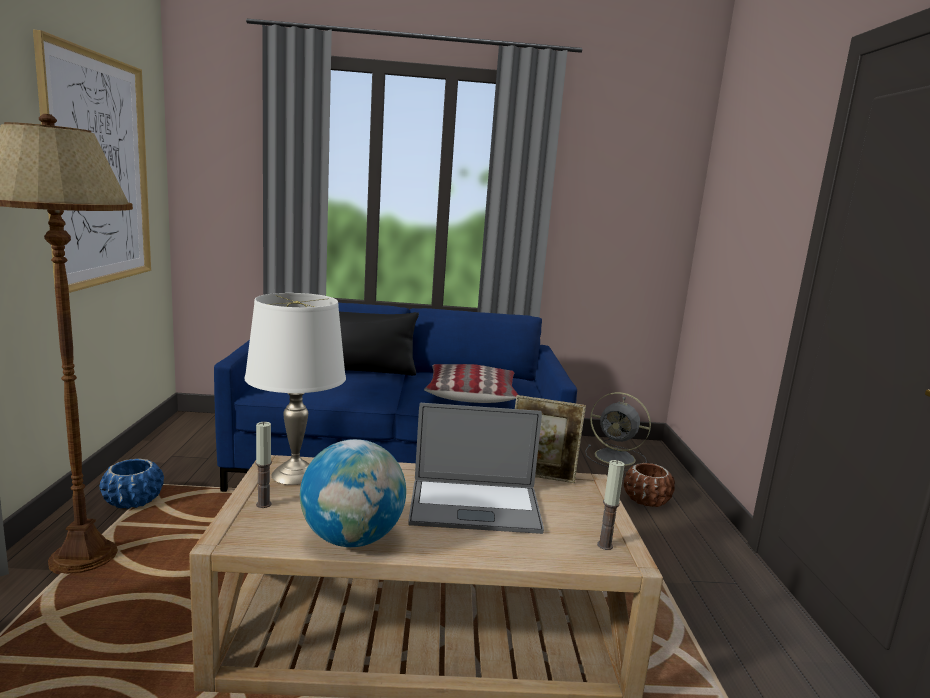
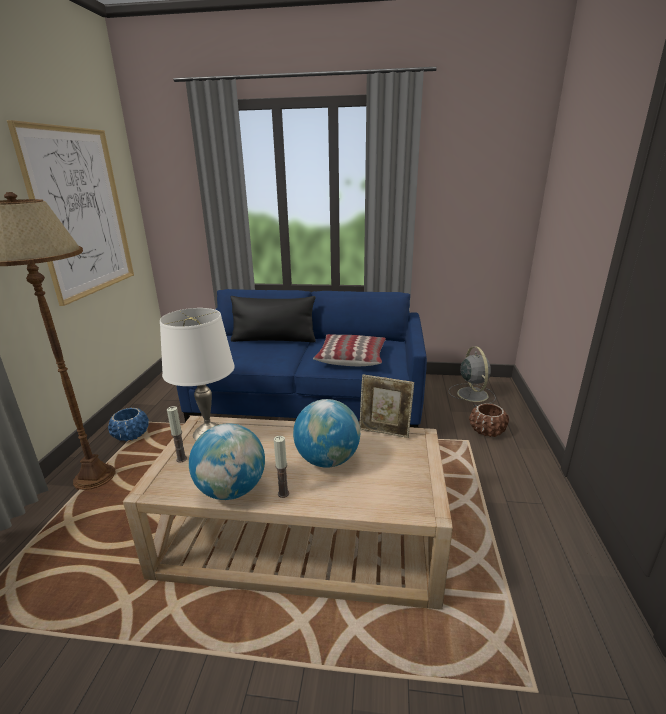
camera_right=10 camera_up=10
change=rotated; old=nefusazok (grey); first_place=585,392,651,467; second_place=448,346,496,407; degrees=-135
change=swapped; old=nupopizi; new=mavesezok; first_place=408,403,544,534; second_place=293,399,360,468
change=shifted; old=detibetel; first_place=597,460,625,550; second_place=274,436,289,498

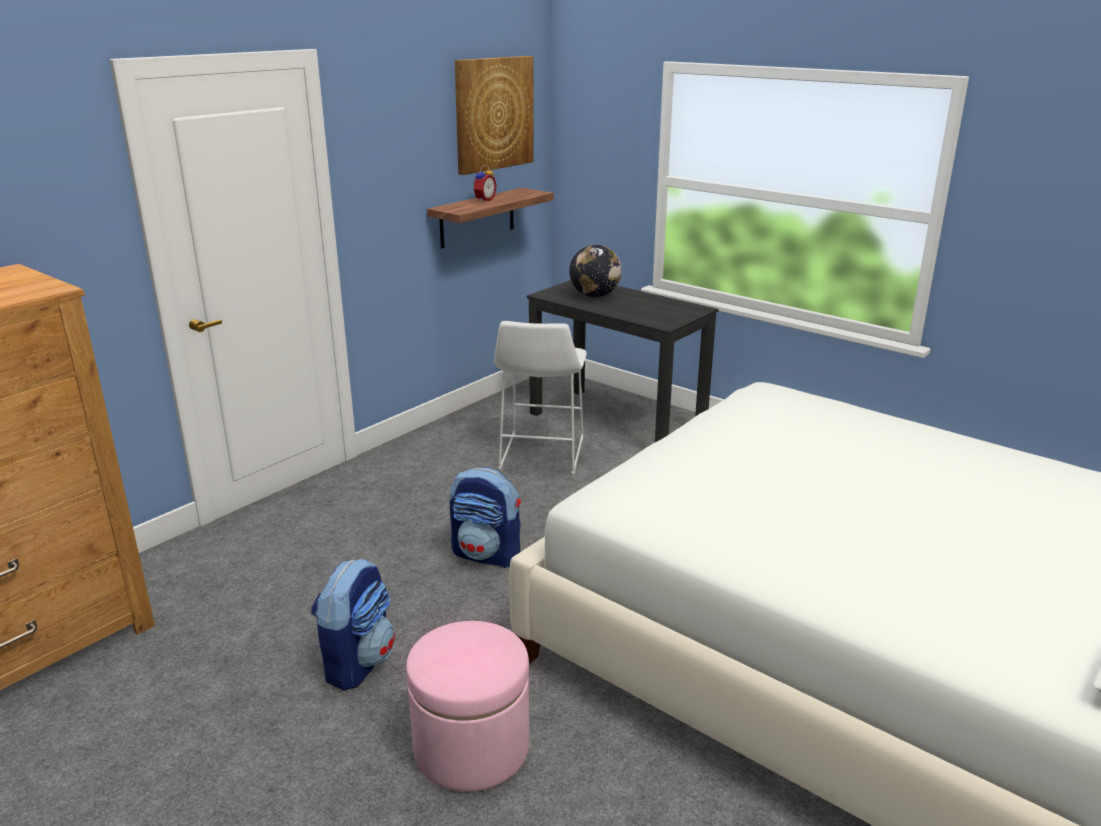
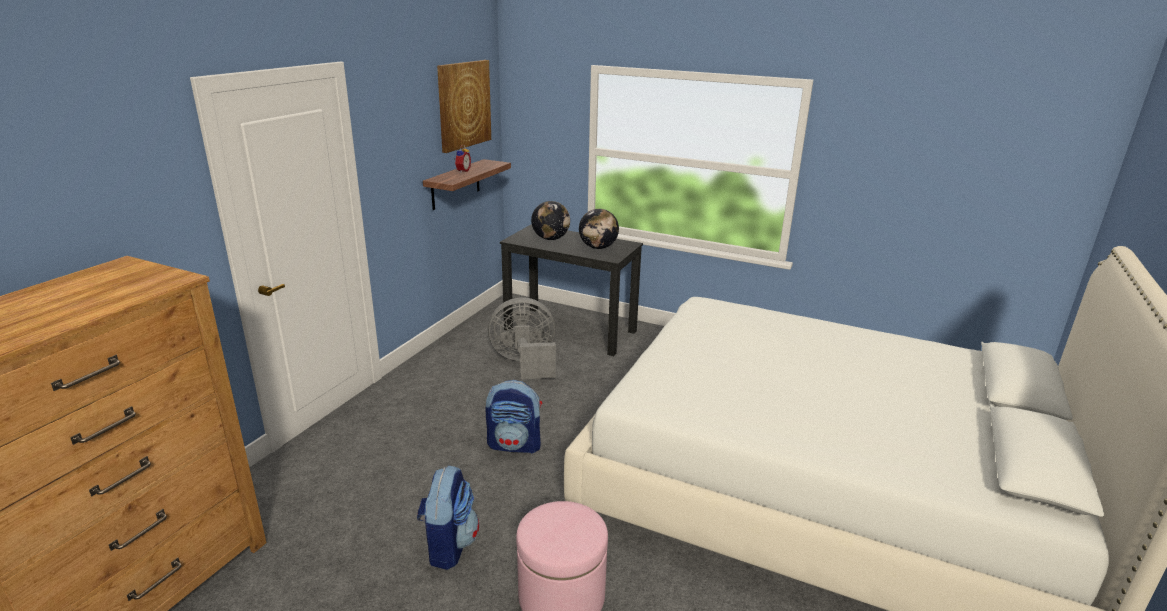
camera_right=-15 camera_up=0
change=swapped; old=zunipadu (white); new=nefusazok (grey); first_place=494,321,587,476; second_place=488,297,556,379
change=new; new=mavesezok; second_place=579,209,619,249

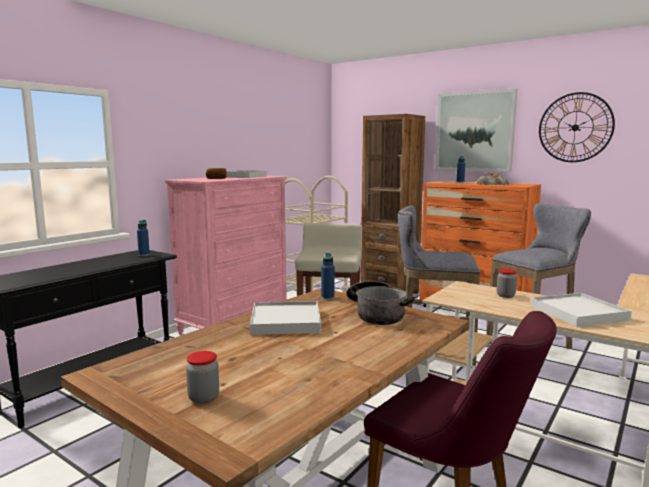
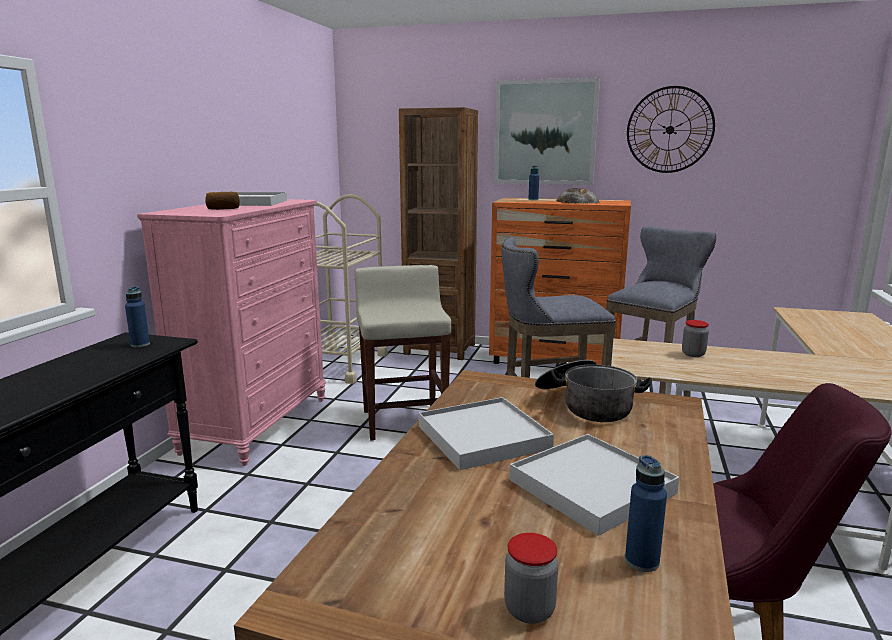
camera_right=-20 camera_up=5
change=shifted; old=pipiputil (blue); first_place=321,253,335,300; second_place=625,455,667,572
change=shifted; old=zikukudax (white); first_place=531,293,632,327; second_place=509,434,679,536

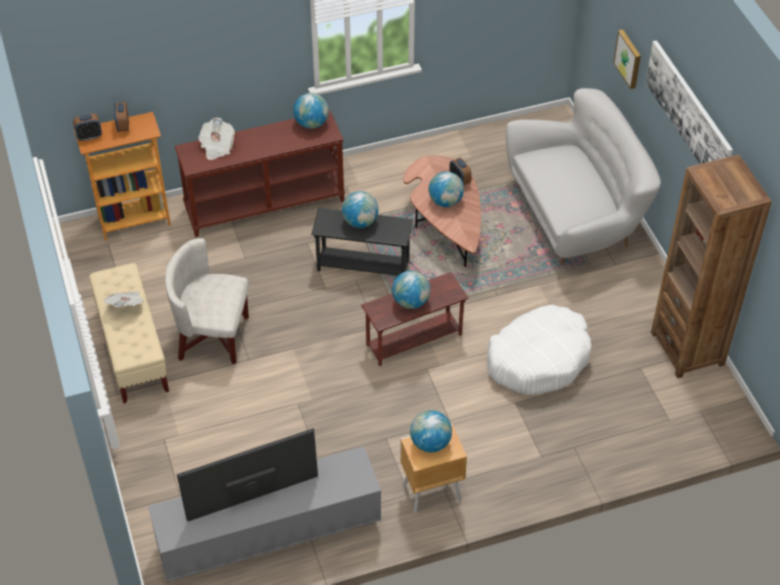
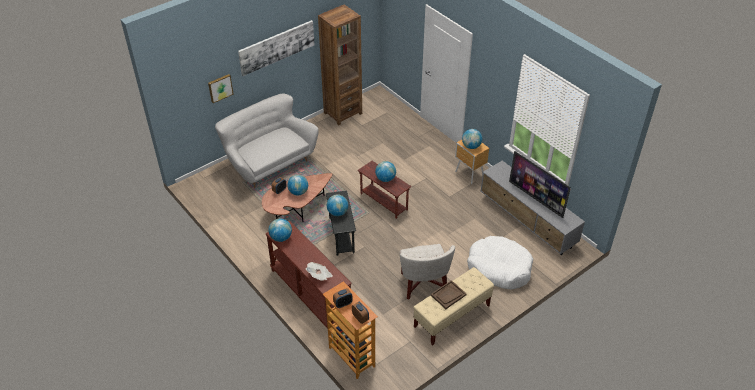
camera_right=-110 camera_up=-5
change=swapped; old=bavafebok; new=zikukudax (brown); first_place=104,291,144,307; second_place=431,280,467,309
change=shifted; old=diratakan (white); first_place=487,305,591,395; second_place=467,236,533,290

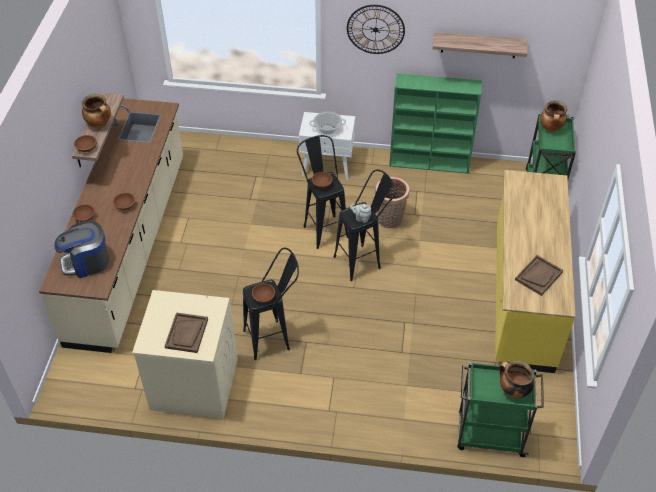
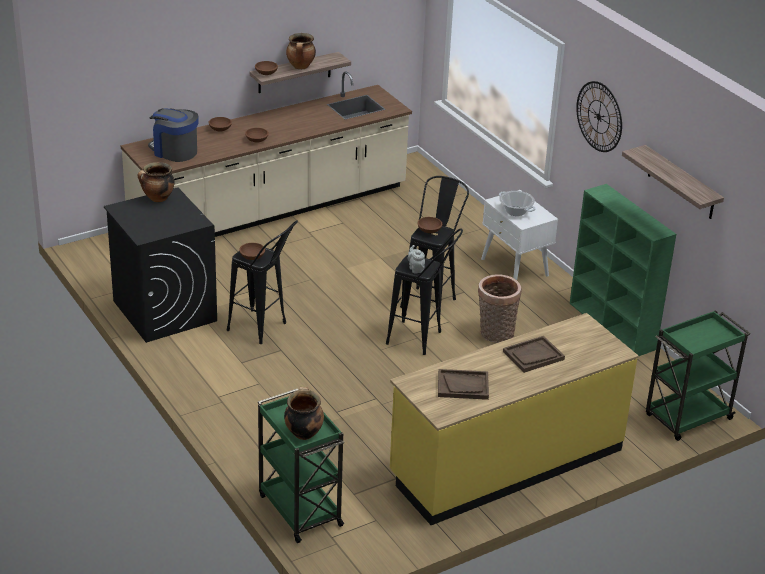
camera_right=50 camera_up=-15
change=shifted; old=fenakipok; first_place=540,101,567,132; second_place=138,162,175,202
change=repainted; old=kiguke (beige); new=kiguke (black); first_place=132,290,238,419; second_place=104,187,217,343
change=shifted; old=zikukudax (brown); first_place=165,312,208,353; second_place=503,336,565,373

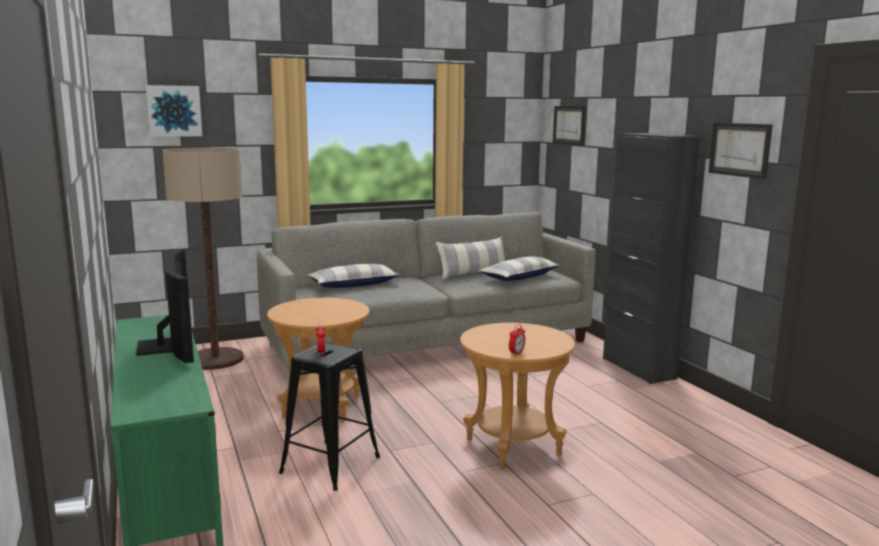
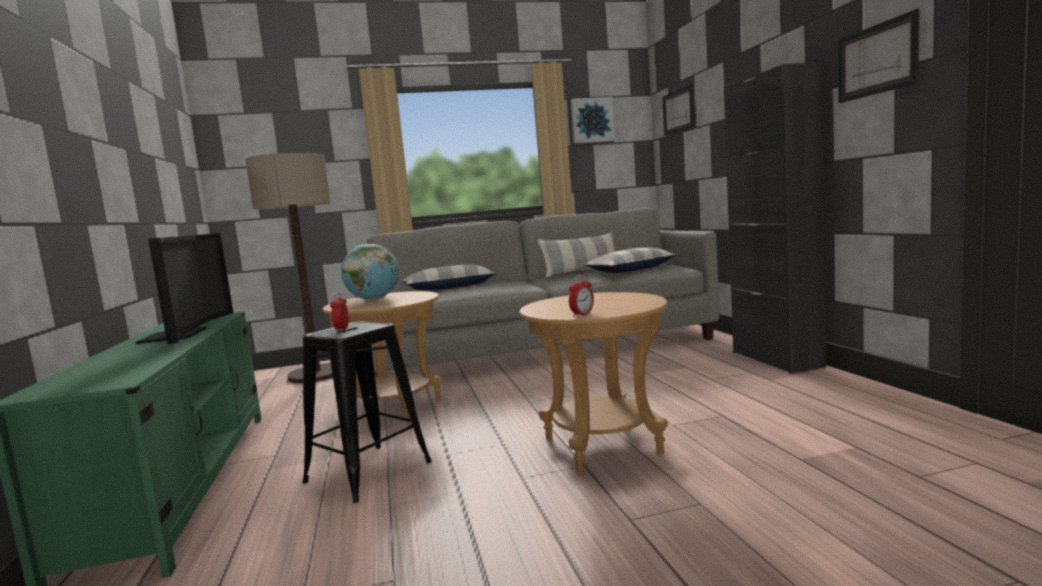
camera_right=10 camera_up=-5
change=shifted; old=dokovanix; first_place=146,85,202,137; second_place=570,97,615,144
change=new; new=mavesezok; second_place=341,244,399,300

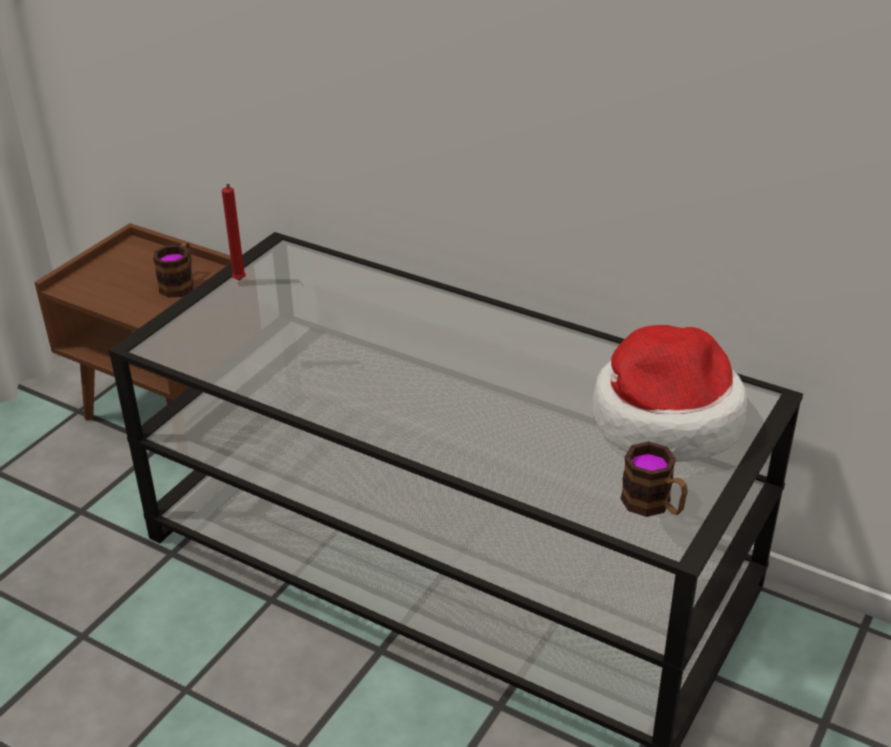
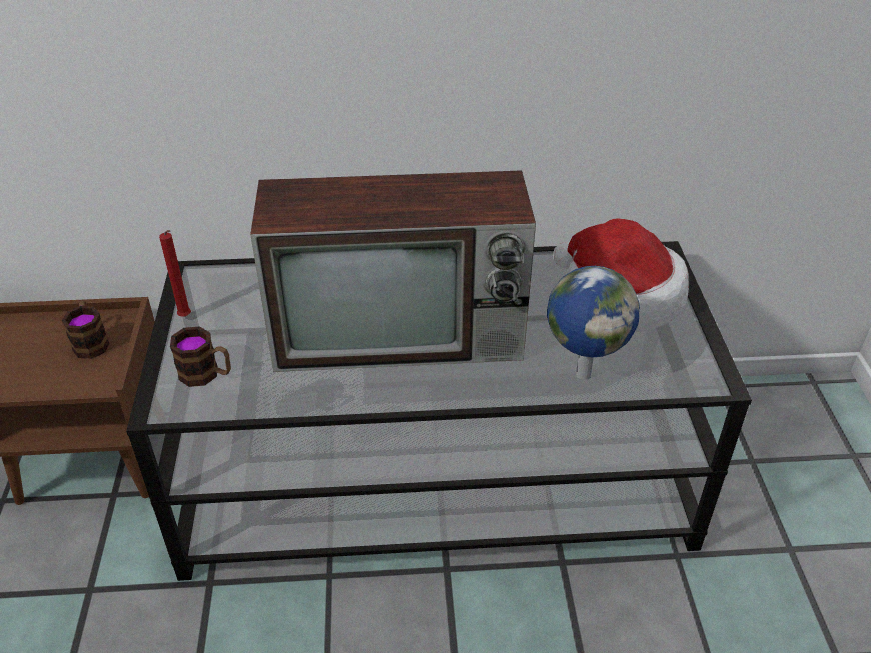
camera_right=-35 camera_up=5
change=shifted; old=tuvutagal; first_place=620,442,688,517; second_place=170,326,231,387
change=new; new=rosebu; second_place=250,170,536,372
change=new; new=mavesezok; second_place=547,266,640,380

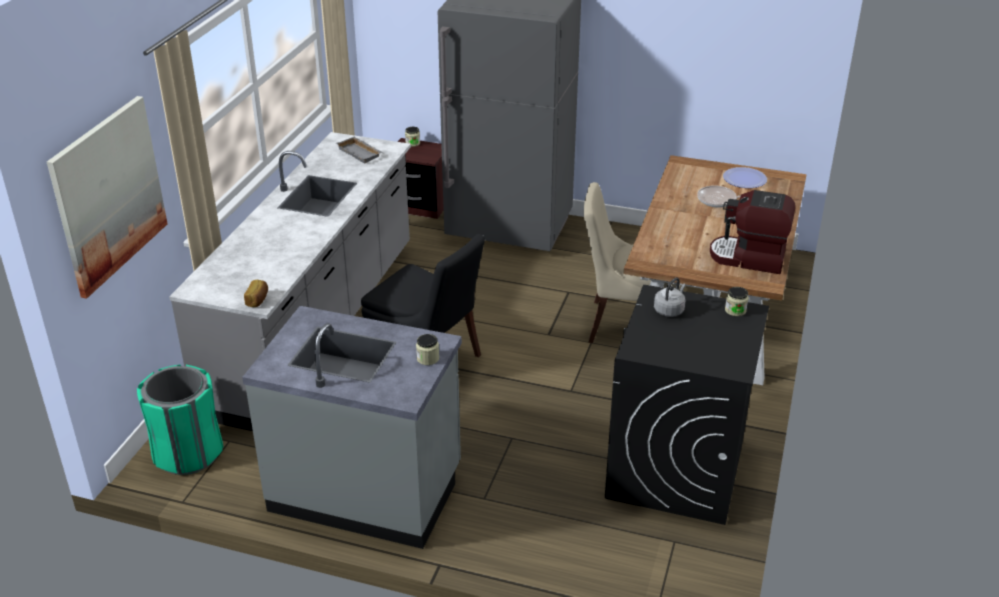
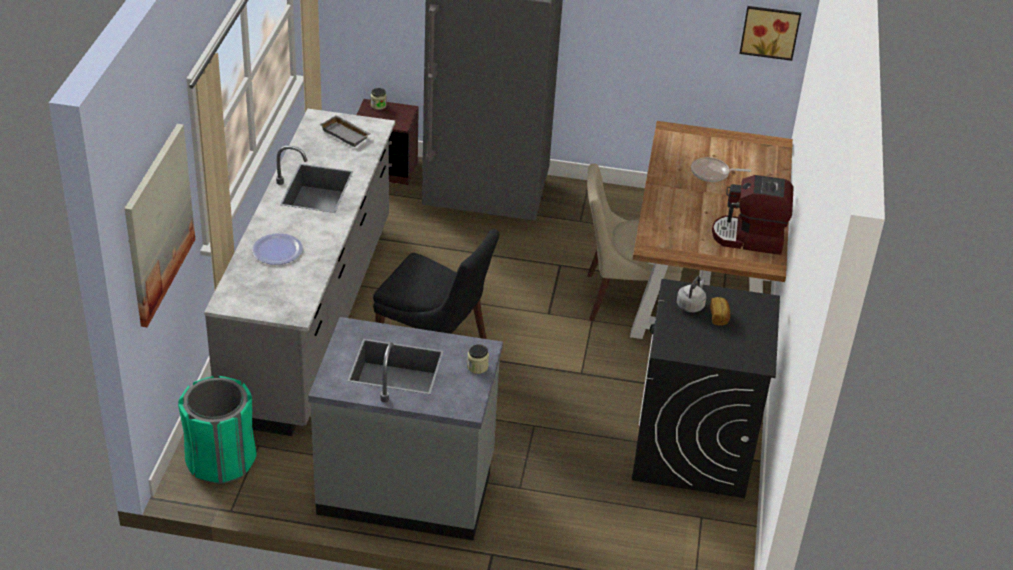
camera_right=-10 camera_up=5
change=shifted; old=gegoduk; first_place=723,167,767,188; second_place=252,233,303,265
change=shifted; old=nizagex; first_place=244,280,268,307; second_place=710,297,730,326
change=gone; old=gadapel; first_place=725,287,748,316
change=new; new=dokovanix; second_place=740,6,801,61

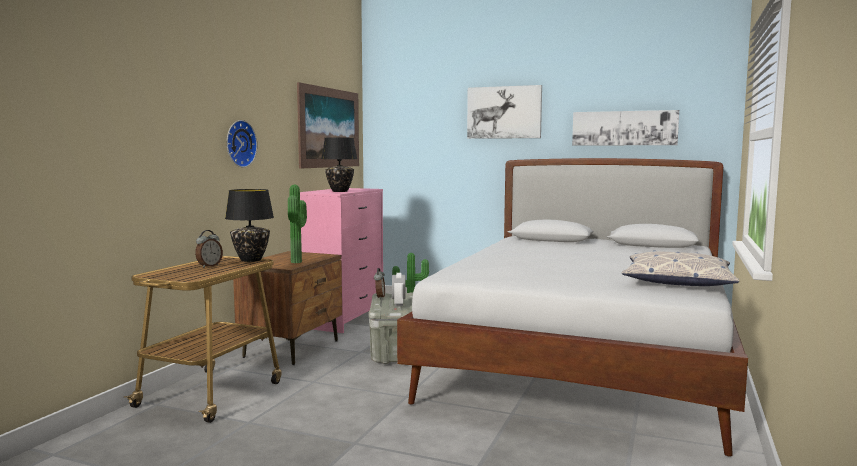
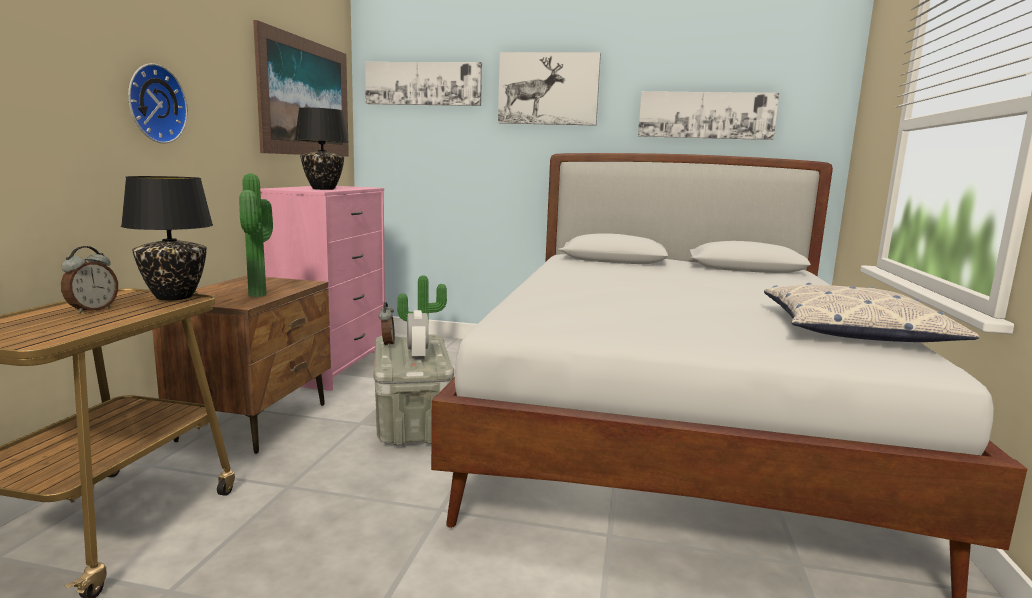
camera_right=-10 camera_up=5
change=new; new=dokovanix; second_place=365,62,482,106

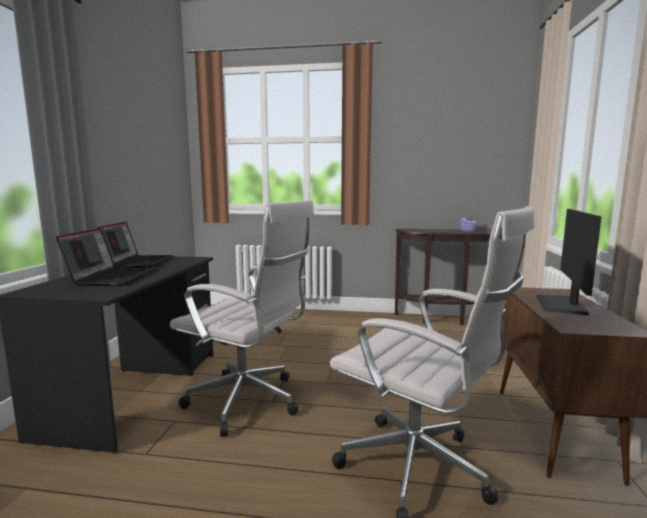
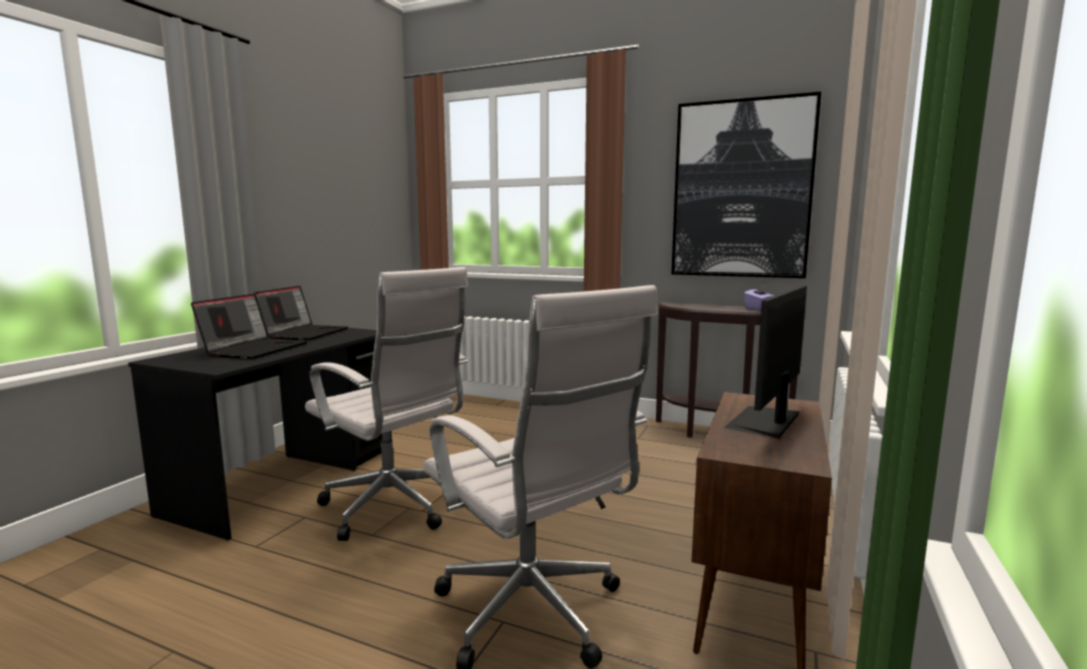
camera_right=15 camera_up=0
change=new; new=dokovanix; second_place=672,92,821,278

